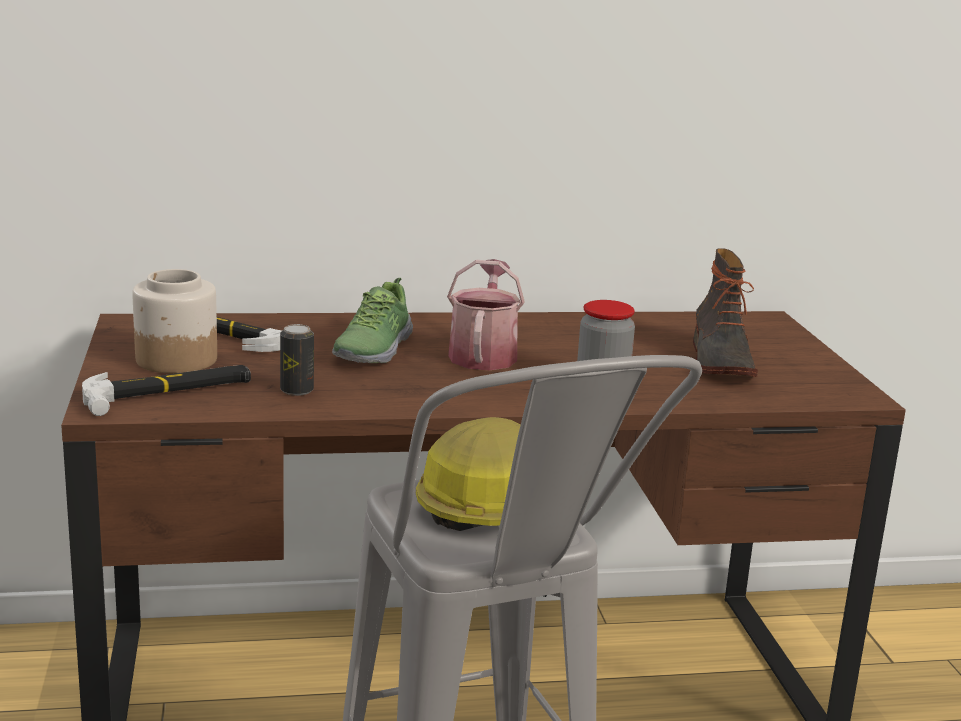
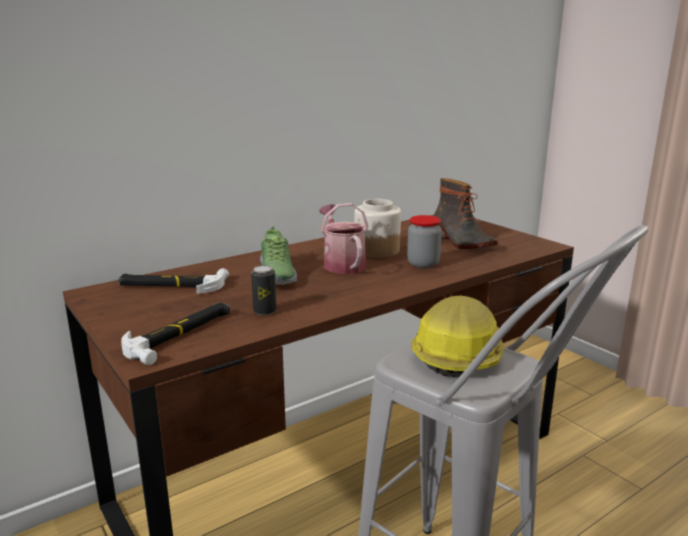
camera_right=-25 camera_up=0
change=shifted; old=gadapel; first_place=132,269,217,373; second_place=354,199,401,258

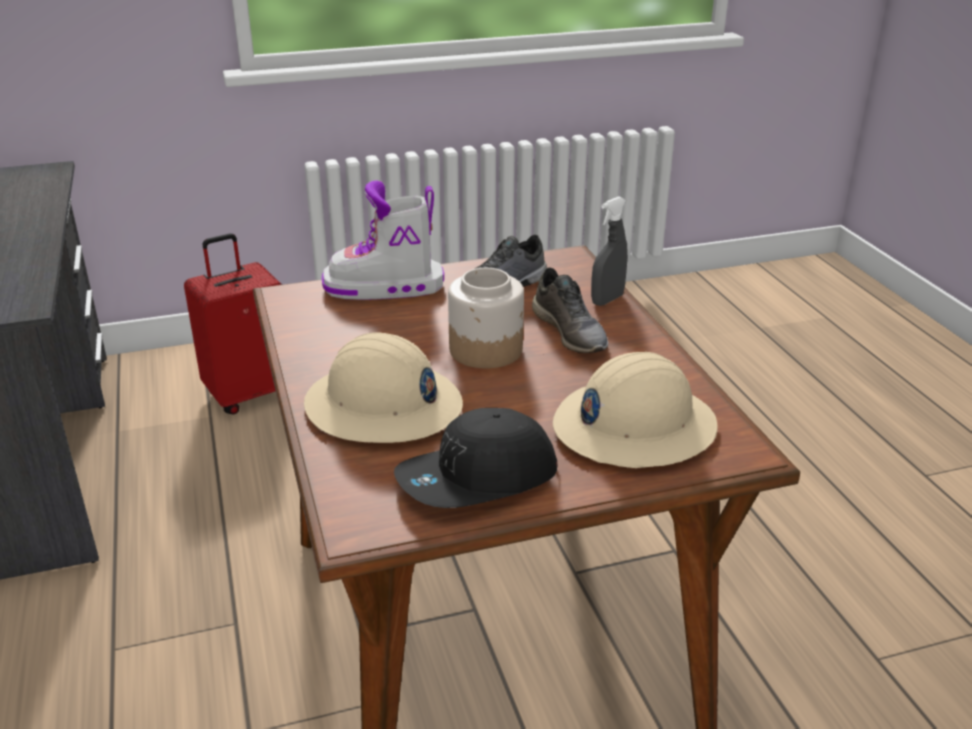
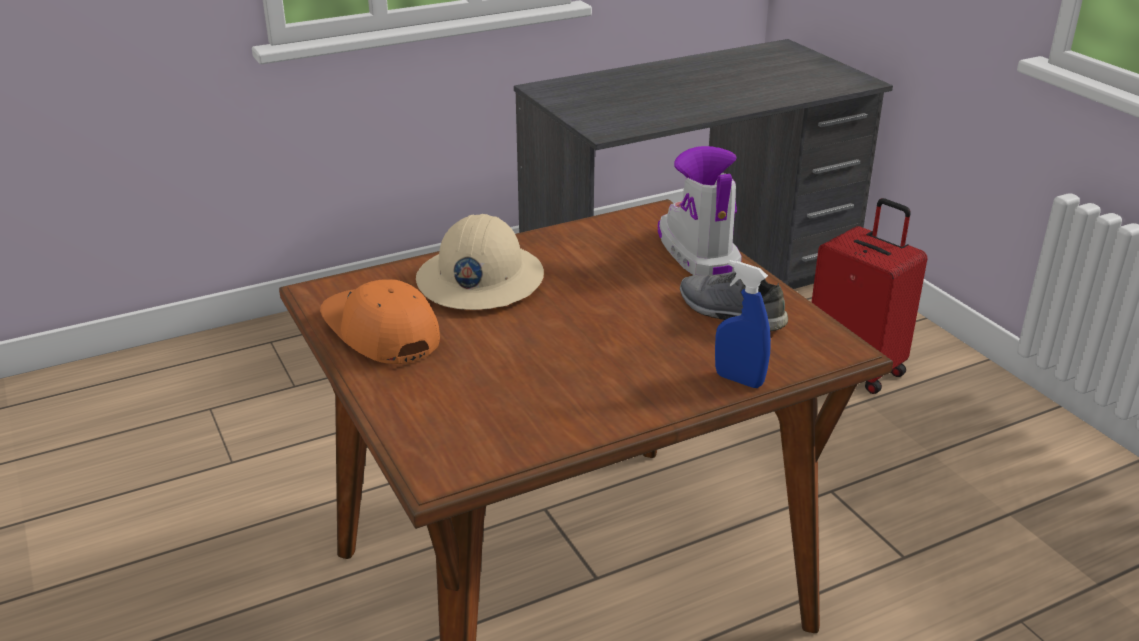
camera_right=80 camera_up=0
change=repainted; old=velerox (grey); new=velerox (blue); first_place=591,196,628,306; second_place=715,260,771,388
change=gone; old=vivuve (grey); first_place=532,267,608,353
change=gone; old=gadapel; first_place=448,268,524,368
change=gone; old=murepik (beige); first_place=553,352,718,468
change=repainted; old=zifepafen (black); new=zifepafen (orange); first_place=394,408,558,508; second_place=320,279,440,364

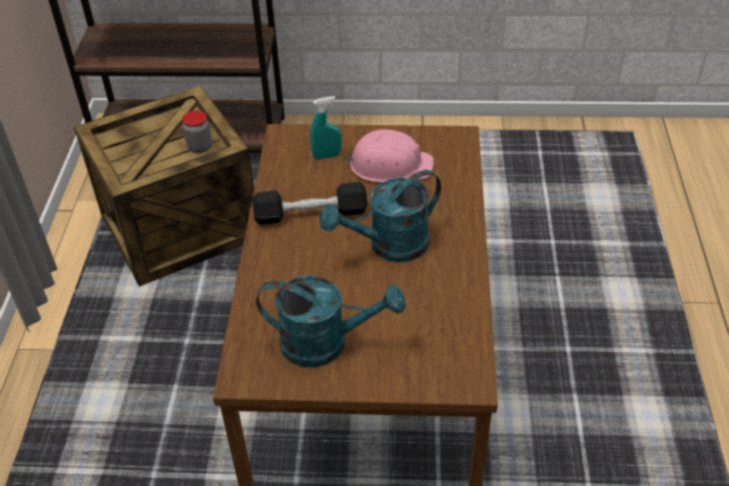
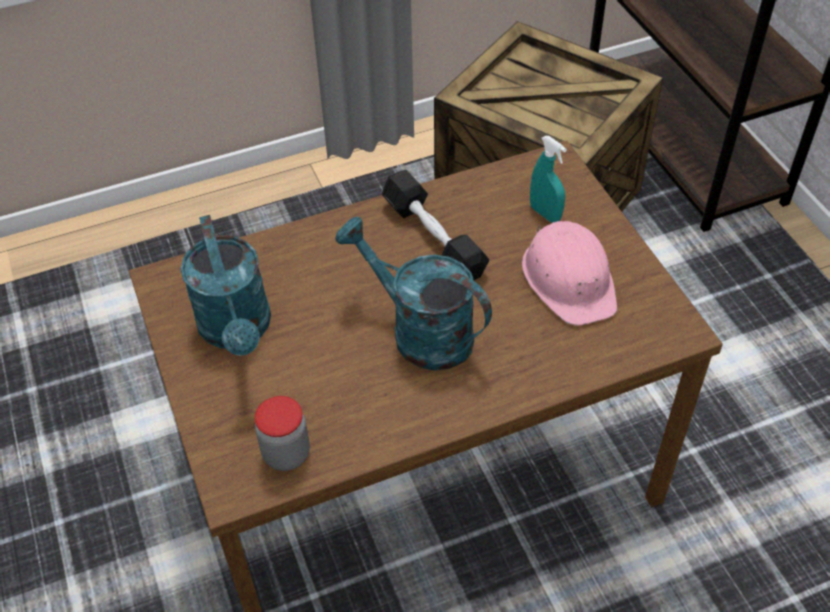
camera_right=65 camera_up=5
change=shifted; old=gadapel; first_place=182,110,212,153; second_place=255,396,310,471

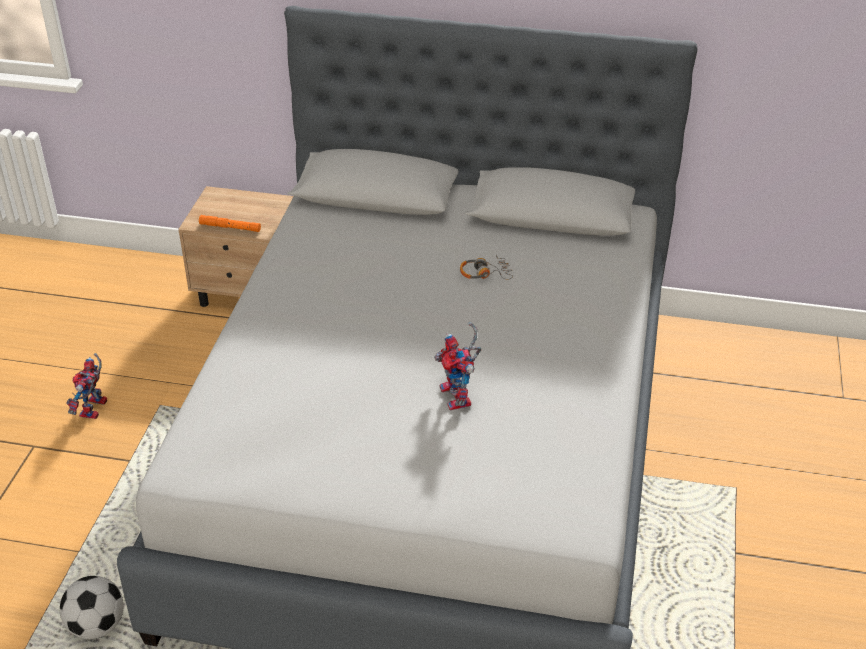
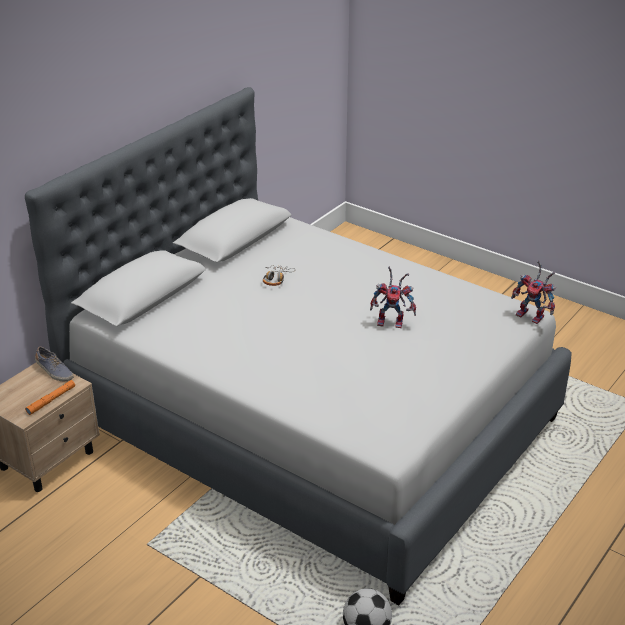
camera_right=-65 camera_up=-5
change=shifted; old=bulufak; first_place=67,353,107,419; second_place=511,260,557,324
change=new; new=vivuve; second_place=35,347,74,381

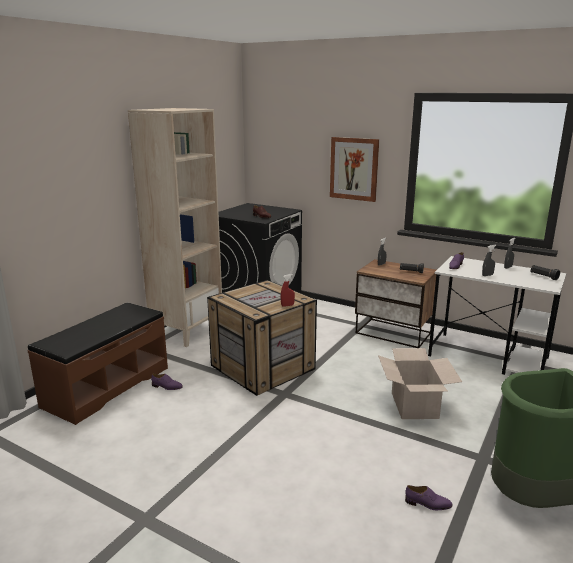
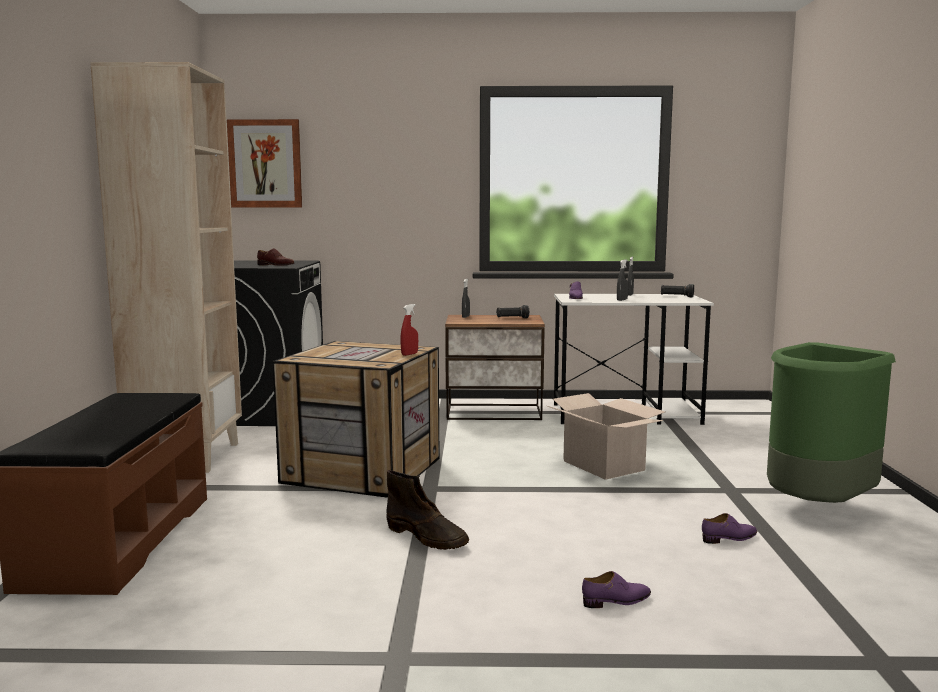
camera_right=-30 camera_up=-10
change=shifted; old=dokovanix; first_place=330,137,379,202; second_place=227,119,302,208
change=shifted; old=vivuve (purple); first_place=151,374,183,390; second_place=582,571,651,608
change=new; new=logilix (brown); second_place=386,470,469,550

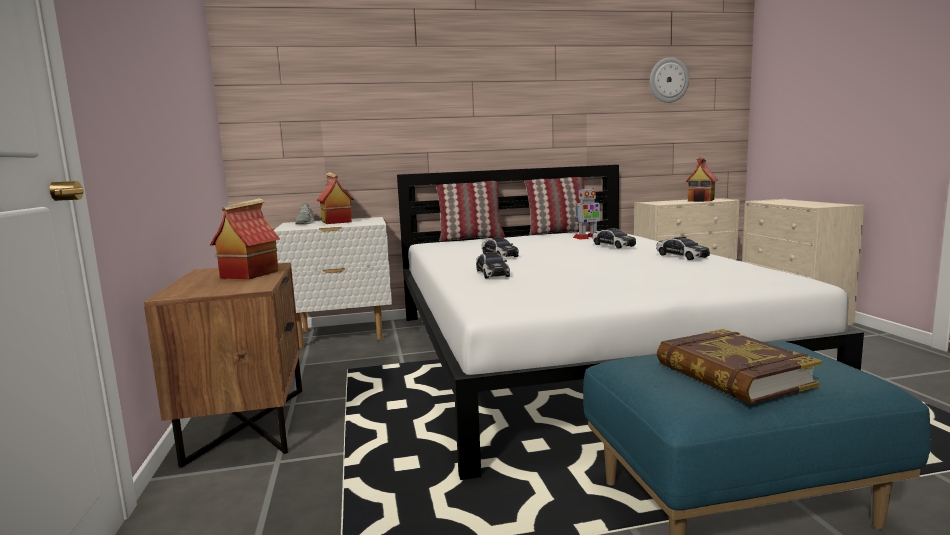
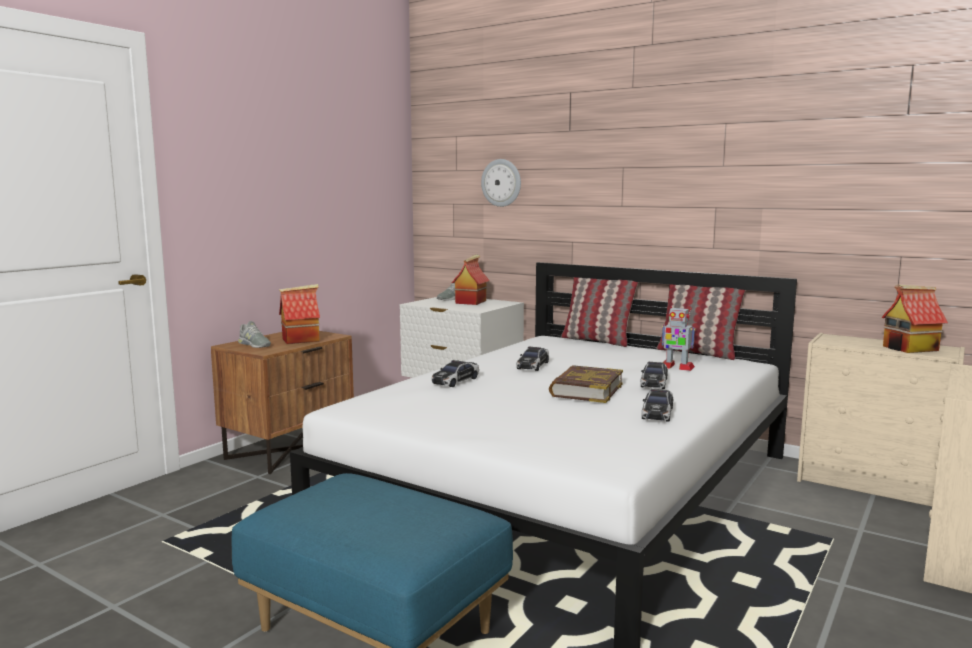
camera_right=45 camera_up=0
change=shifted; old=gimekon; first_place=650,57,689,103; second_place=481,159,521,207
change=shifted; old=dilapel; first_place=657,329,822,404; second_place=549,365,623,403
change=new; new=vivuve (grey); second_place=238,321,271,348

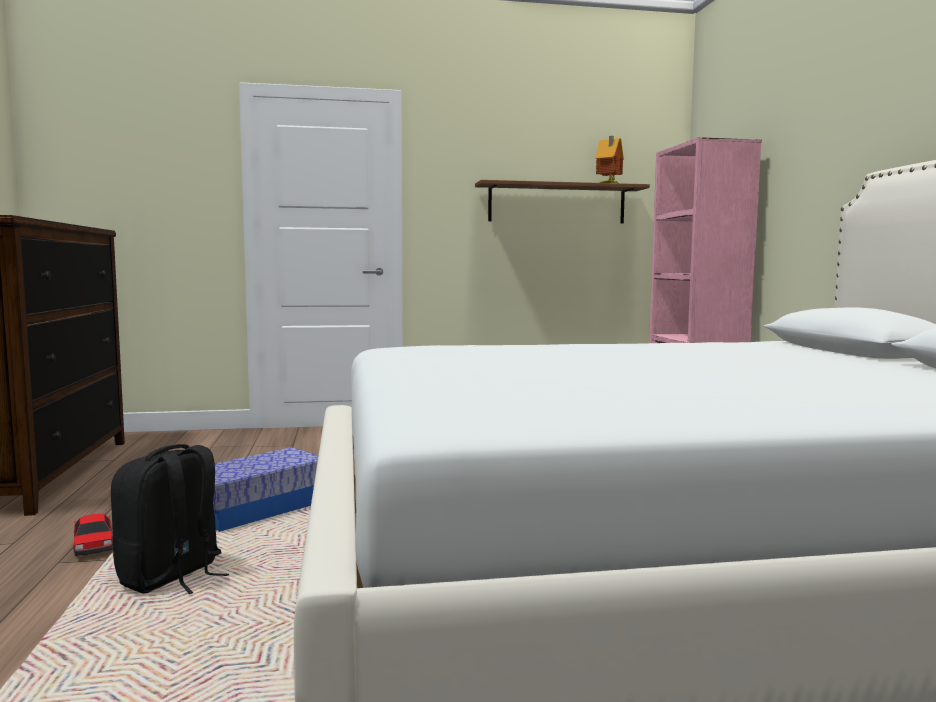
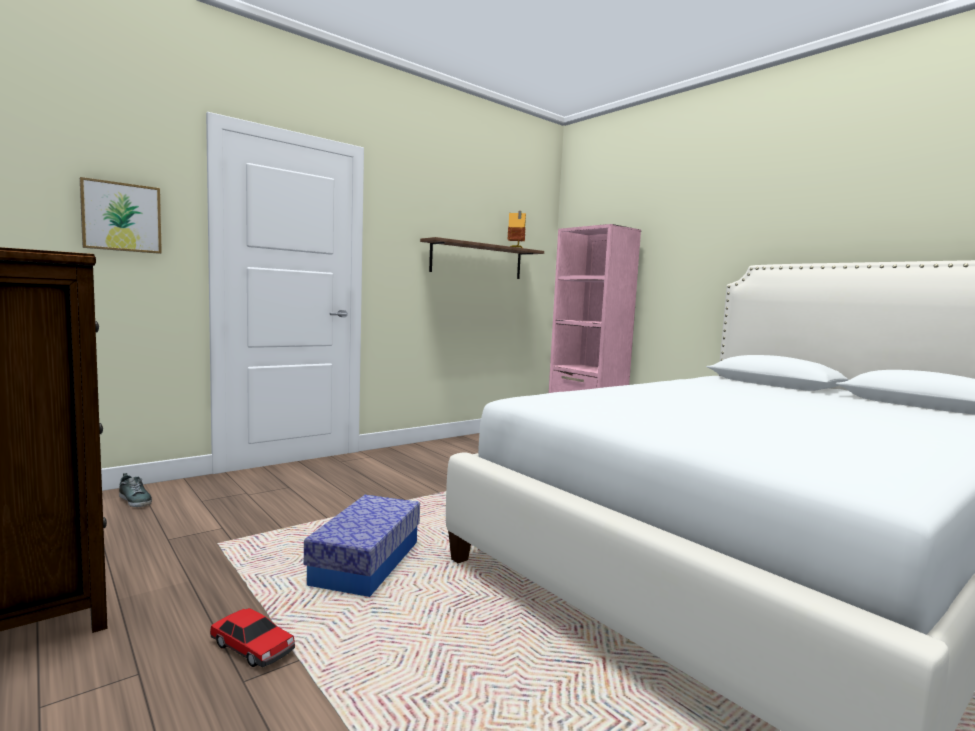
camera_right=-30 camera_up=0
change=gone; old=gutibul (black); first_place=111,444,229,594
change=new; new=dokovanix; second_place=80,177,162,254
change=new; new=vivuve; second_place=119,473,152,507

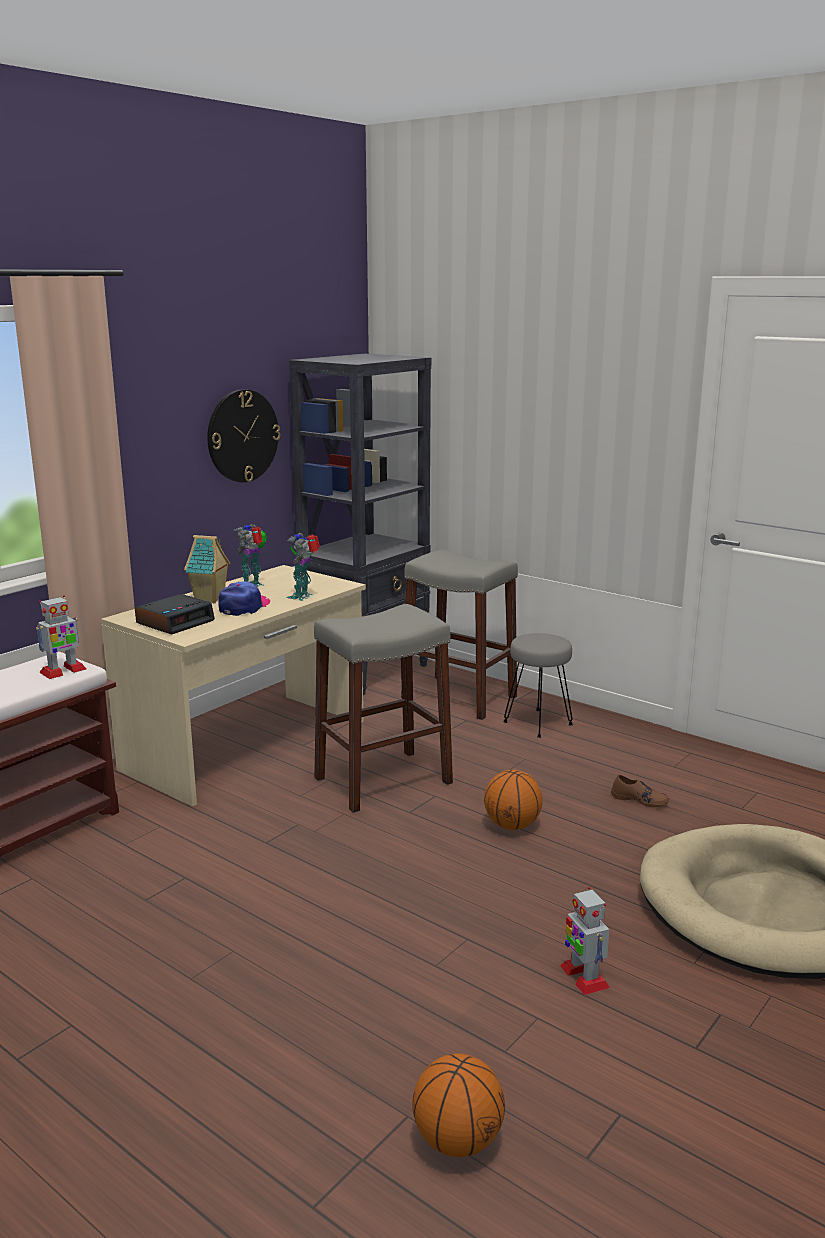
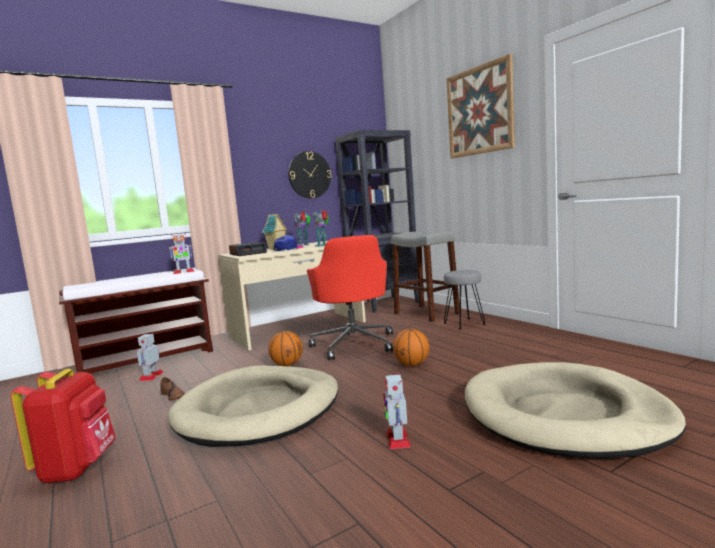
camera_right=20 camera_up=-10
change=swapped; old=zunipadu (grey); new=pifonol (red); first_place=314,604,453,813; second_place=307,235,393,360
change=shifted; old=vivuve (brown); first_place=611,775,670,807; second_place=160,377,185,401
change=shifted; old=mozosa; first_place=412,1054,505,1157; second_place=268,331,303,366
change=new; new=dokovanix; second_place=446,54,515,159
change=new; new=bulufak; second_place=137,333,163,381
change=new; new=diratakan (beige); second_place=167,366,338,447
change=new; new=gutibul (red); second_place=11,369,116,483

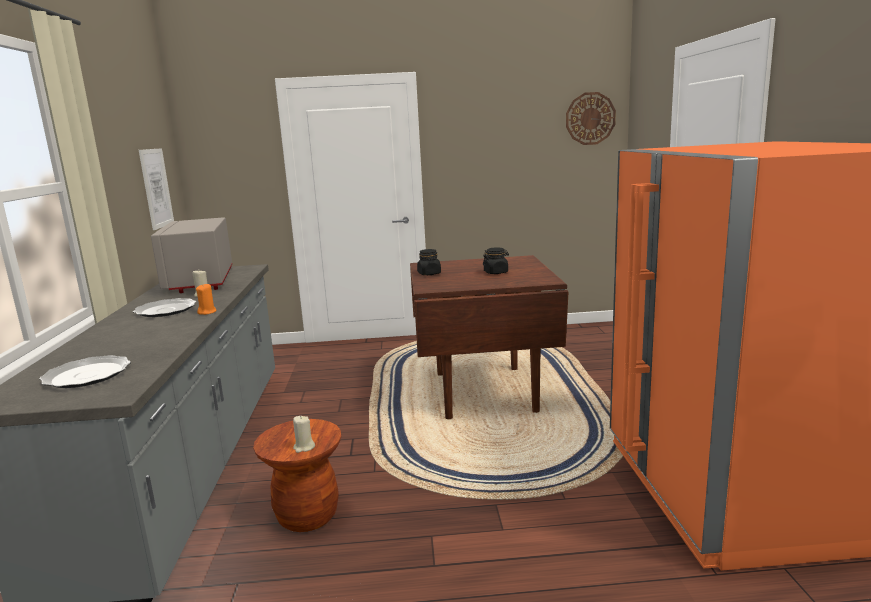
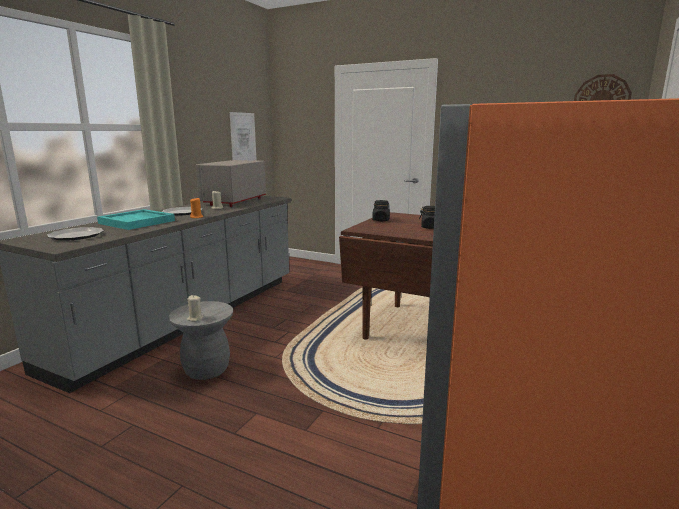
camera_right=30 camera_up=0
change=repainted; old=zunipadu (brown); new=zunipadu (grey); first_place=253,419,341,532; second_place=168,301,233,380
change=new; new=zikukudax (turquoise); second_place=97,209,175,230

